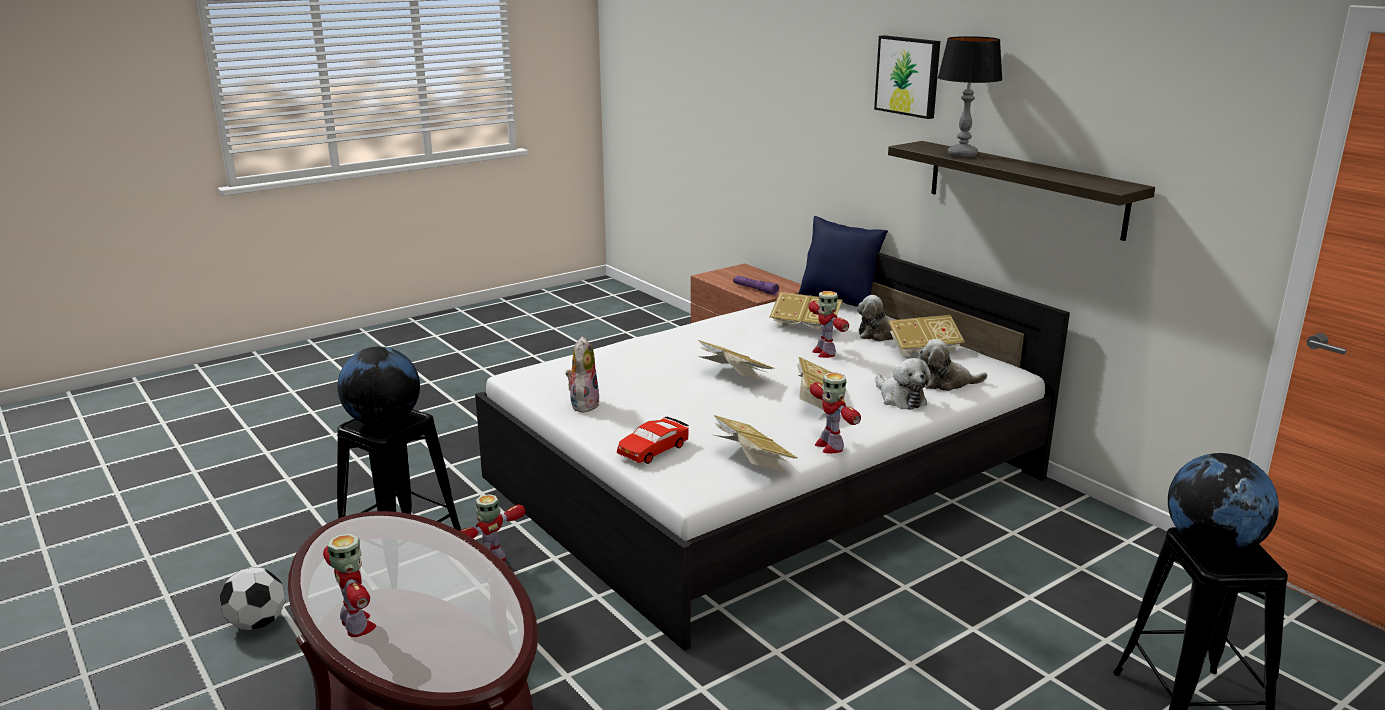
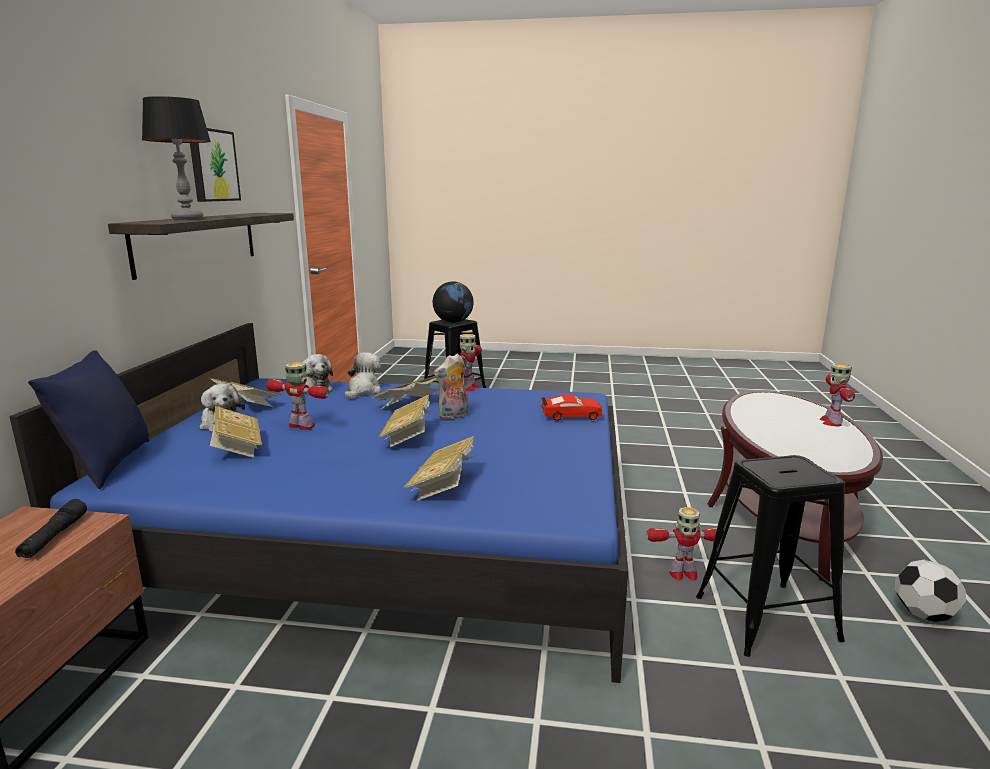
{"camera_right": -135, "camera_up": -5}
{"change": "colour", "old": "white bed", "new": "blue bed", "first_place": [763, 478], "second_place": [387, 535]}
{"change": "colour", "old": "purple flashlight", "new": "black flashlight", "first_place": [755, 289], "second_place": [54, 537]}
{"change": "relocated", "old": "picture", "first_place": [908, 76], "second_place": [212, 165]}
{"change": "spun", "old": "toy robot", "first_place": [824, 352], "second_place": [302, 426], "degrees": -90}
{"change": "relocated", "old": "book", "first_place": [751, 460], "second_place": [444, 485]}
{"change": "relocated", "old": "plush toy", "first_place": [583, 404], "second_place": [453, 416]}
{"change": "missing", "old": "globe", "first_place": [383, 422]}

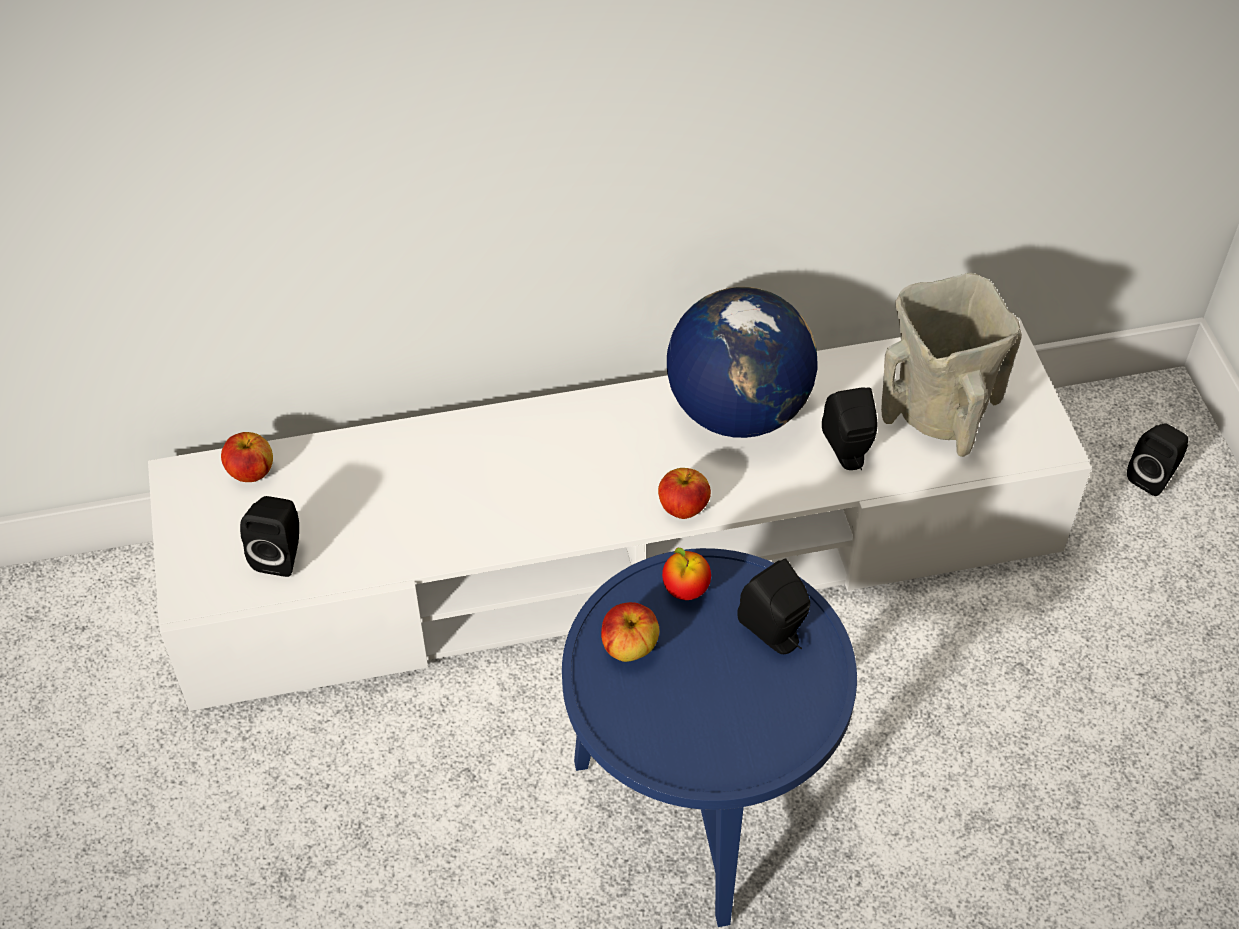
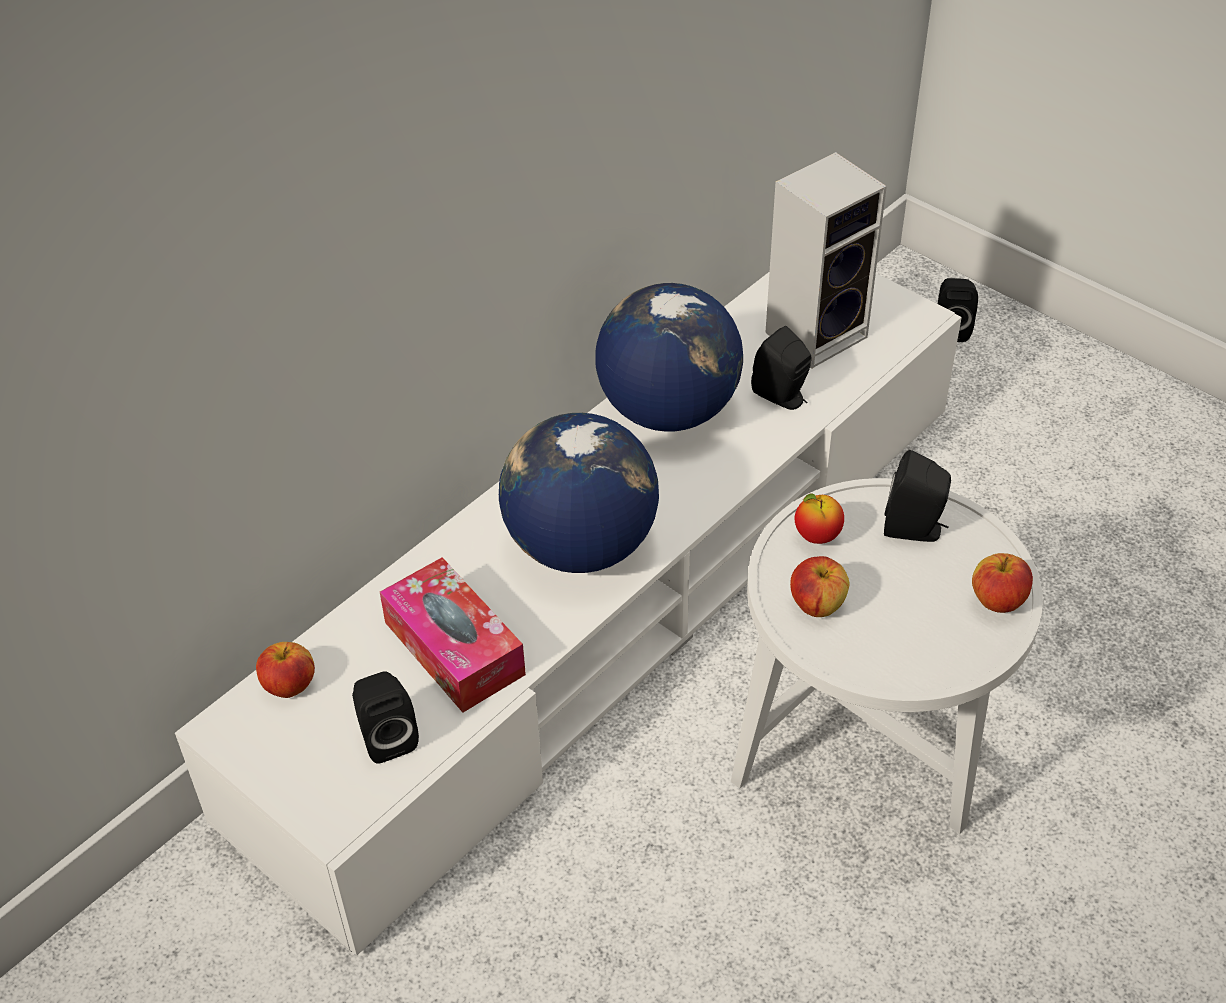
{"camera_right": -35, "camera_up": -5}
{"change": "appeared", "new": "tissue box", "second_place": [454, 648]}
{"change": "appeared", "new": "globe", "second_place": [580, 546]}
{"change": "colour", "old": "blue side table", "new": "white side table", "first_place": [698, 813], "second_place": [864, 759]}
{"change": "exchanged", "old": "beige vase", "new": "speaker", "first_place": [938, 410], "second_place": [817, 332]}
{"change": "relocated", "old": "apple", "first_place": [683, 507], "second_place": [998, 601]}

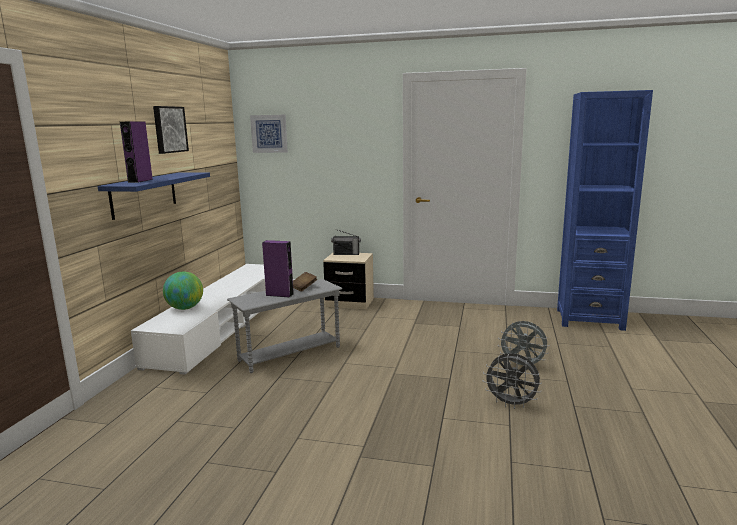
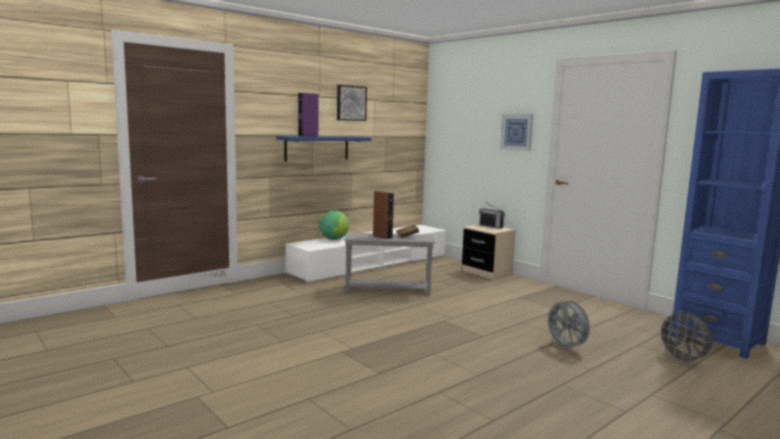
{"camera_right": 35, "camera_up": -5}
{"change": "colour", "old": "purple speaker", "new": "brown speaker", "first_place": [279, 295], "second_place": [382, 236]}
{"change": "relocated", "old": "picture", "first_place": [269, 133], "second_place": [516, 132]}
{"change": "relocated", "old": "grey fan", "first_place": [511, 404], "second_place": [683, 361]}

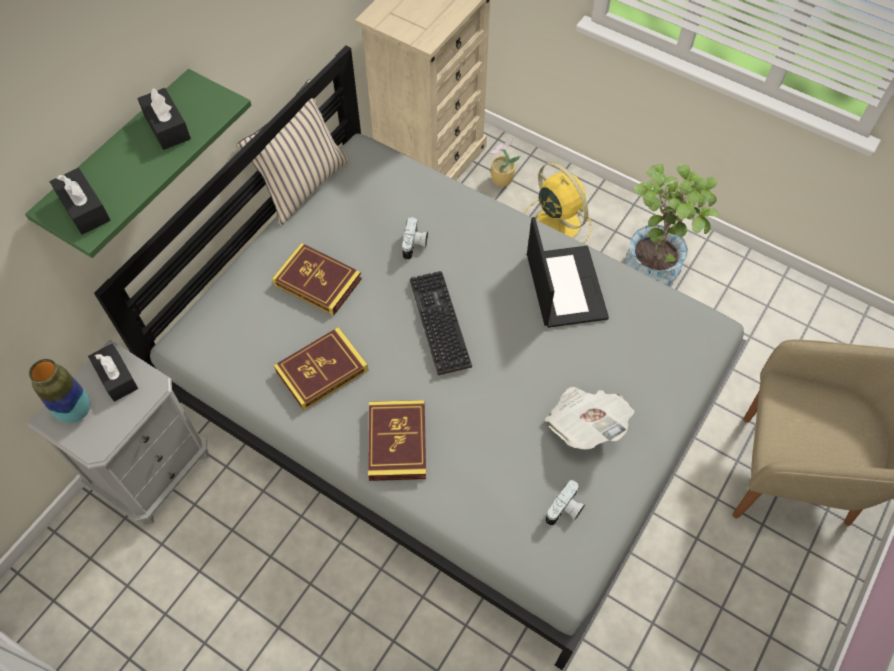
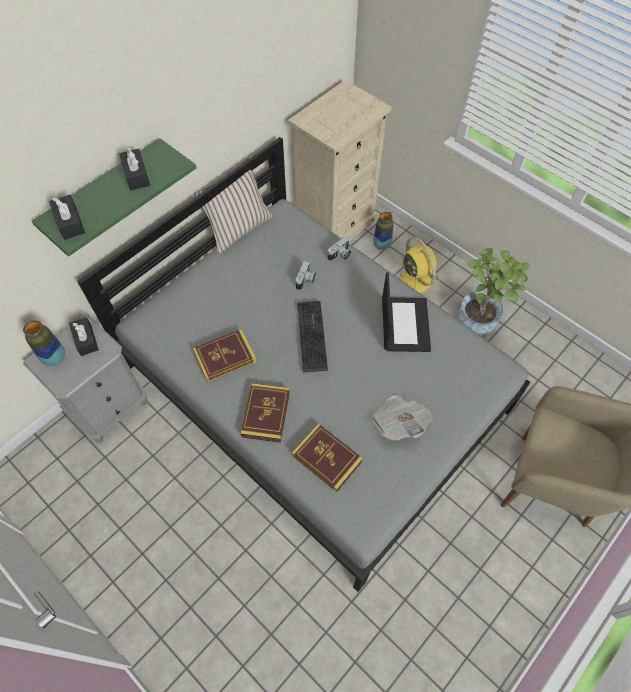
{"camera_right": 10, "camera_up": 0}
{"change": "relocated", "old": "book", "first_place": [318, 282], "second_place": [327, 458]}
{"change": "relocated", "old": "photo camera", "first_place": [565, 510], "second_place": [340, 255]}
{"change": "exchanged", "old": "potted plant", "new": "vase", "first_place": [501, 180], "second_place": [381, 245]}

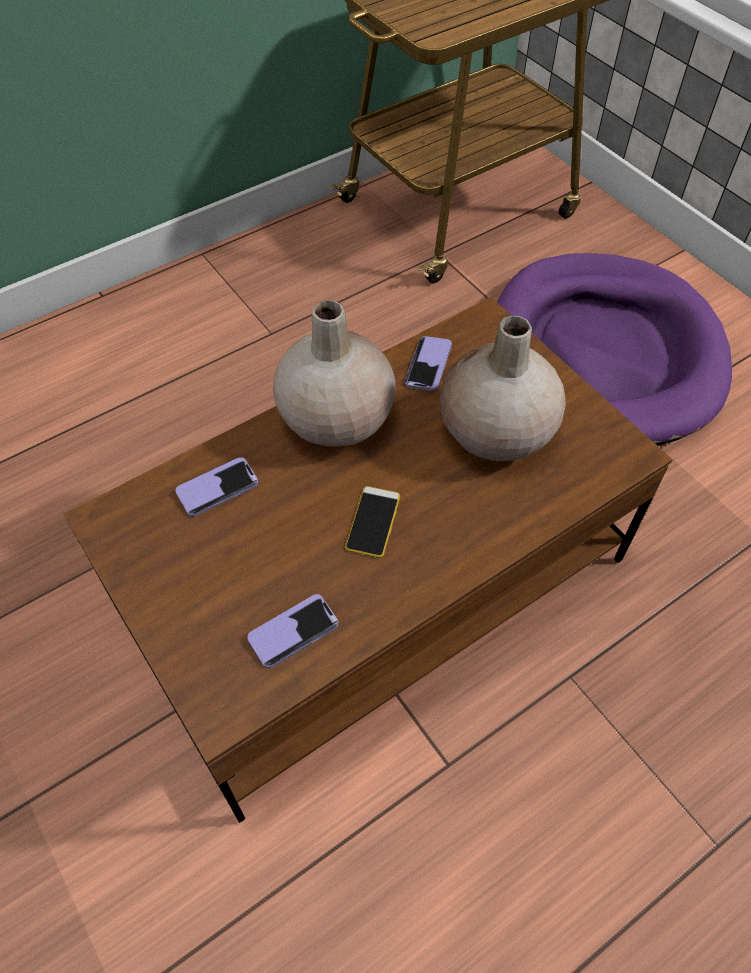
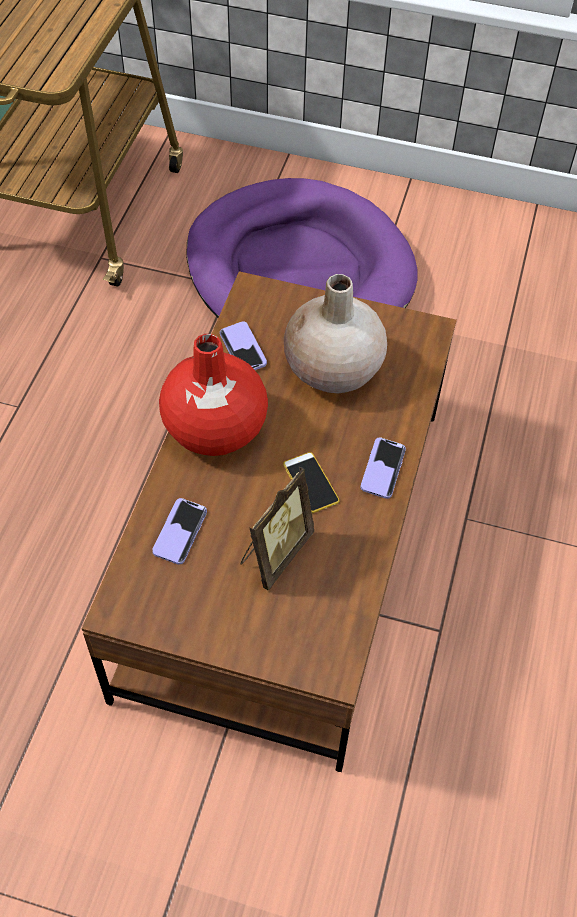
{"camera_right": -40, "camera_up": 0}
{"change": "colour", "old": "beige vase", "new": "red vase", "first_place": [334, 418], "second_place": [214, 429]}
{"change": "appeared", "new": "picture frame", "second_place": [274, 553]}
{"change": "relocated", "old": "phone", "first_place": [293, 632], "second_place": [383, 469]}

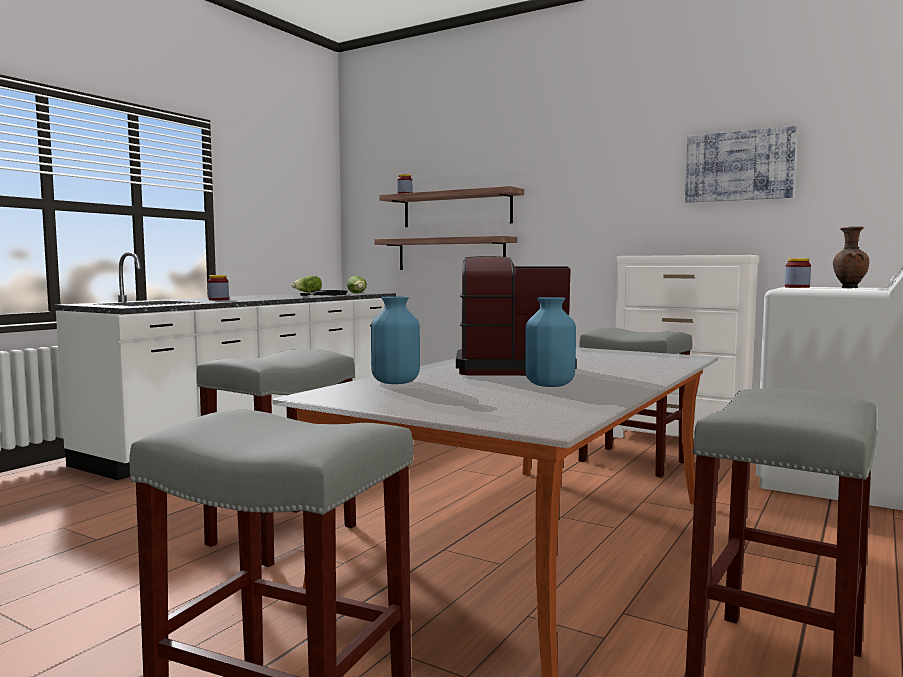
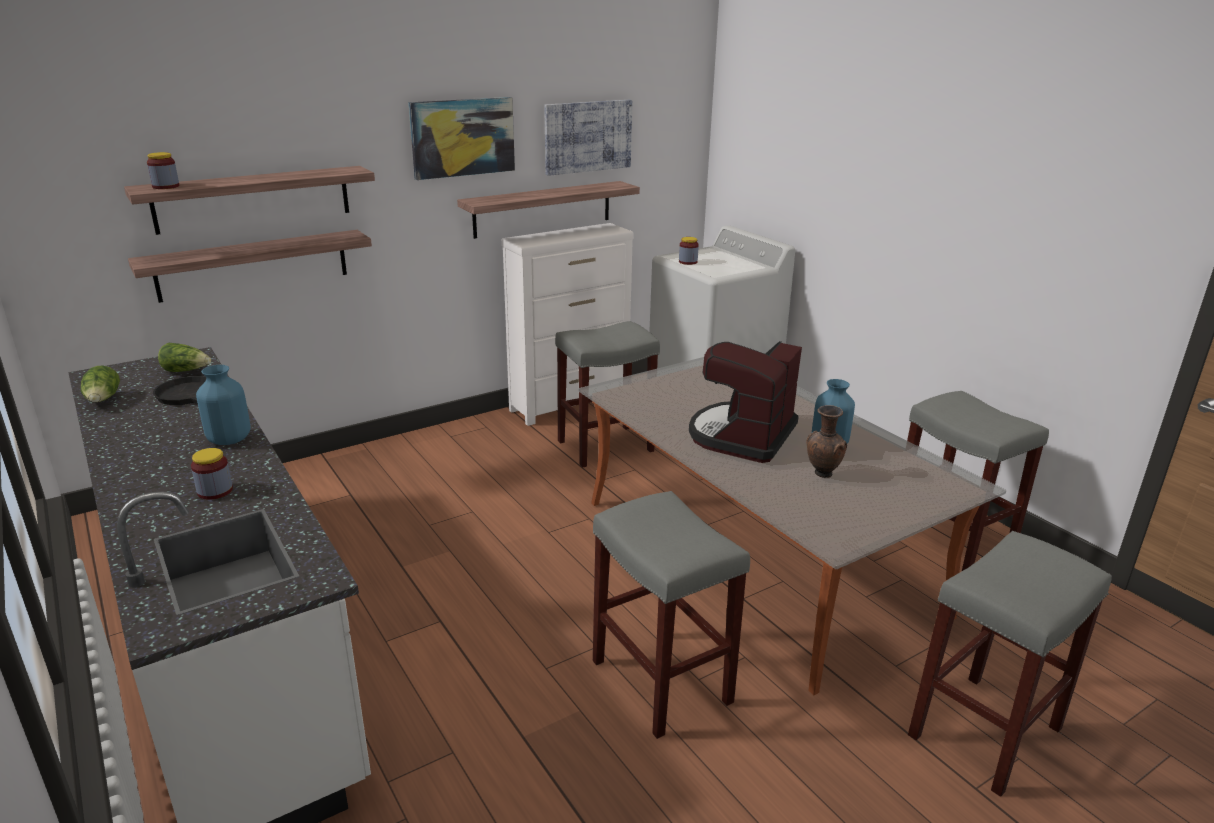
{"camera_right": -65, "camera_up": 20}
{"change": "relocated", "old": "blue vase", "first_place": [396, 382], "second_place": [230, 439]}
{"change": "appeared", "new": "picture", "second_place": [462, 137]}
{"change": "appeared", "new": "shelf", "second_place": [543, 209]}
{"change": "relocated", "old": "brown vase", "first_place": [848, 288], "second_place": [821, 474]}

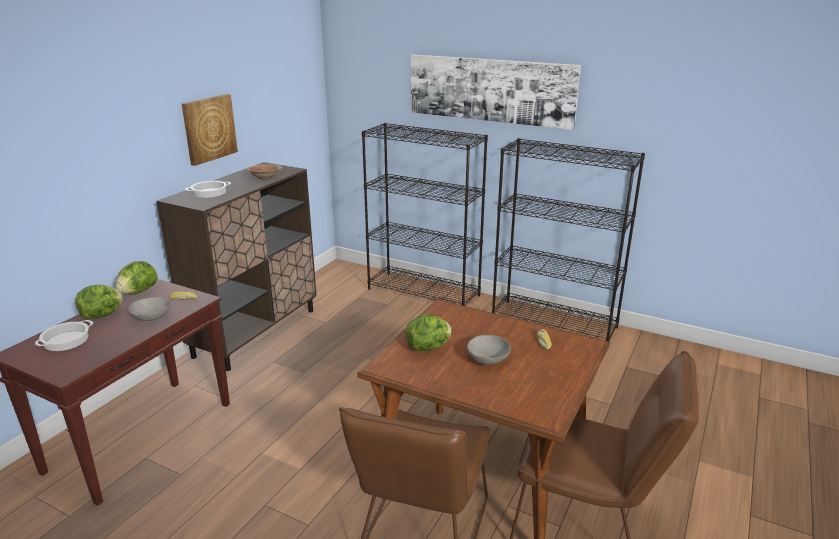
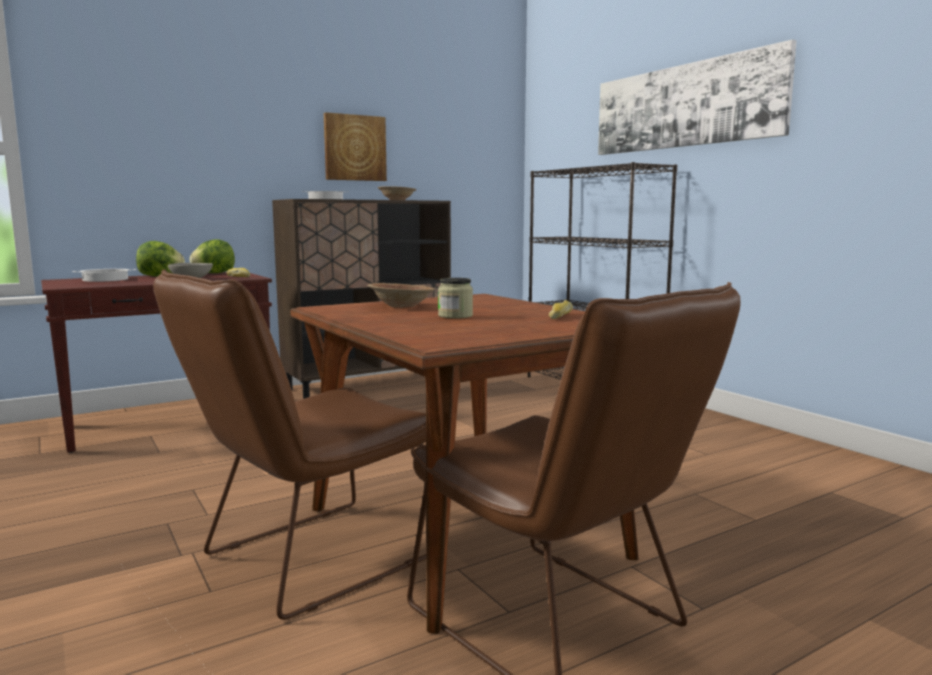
{"camera_right": 30, "camera_up": -15}
{"change": "exchanged", "old": "lettuce", "new": "brown bowl", "first_place": [428, 347], "second_place": [401, 306]}
{"change": "exchanged", "old": "grey bowl", "new": "jar", "first_place": [488, 359], "second_place": [455, 316]}
{"change": "missing", "old": "black bookcase", "first_place": [554, 323]}

